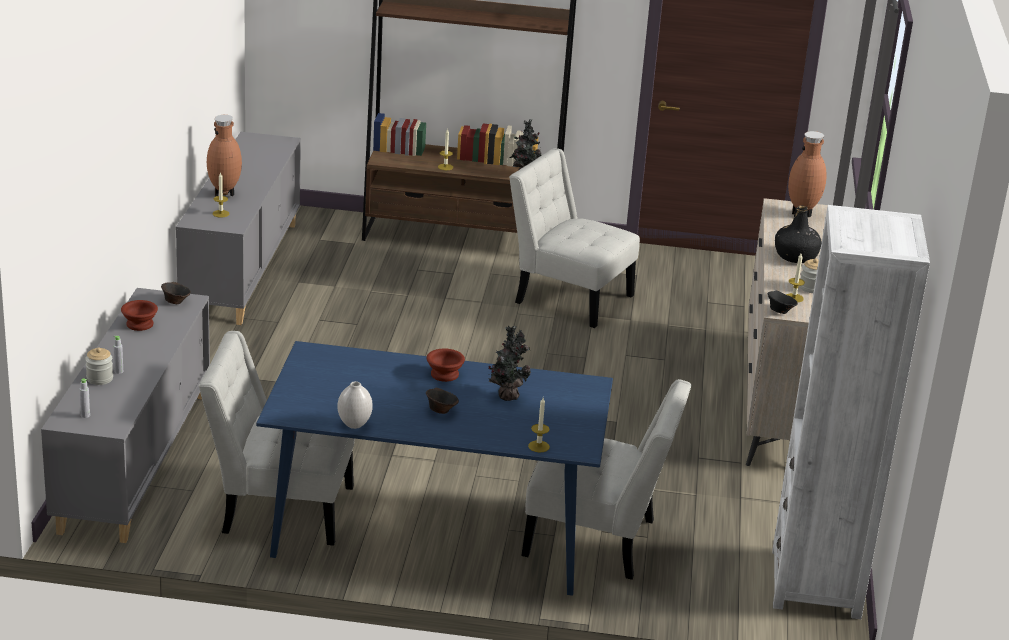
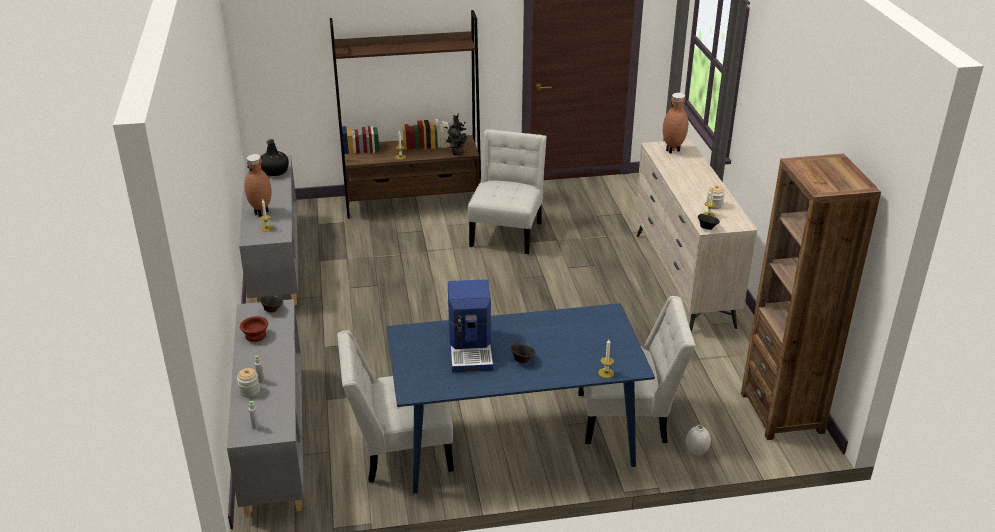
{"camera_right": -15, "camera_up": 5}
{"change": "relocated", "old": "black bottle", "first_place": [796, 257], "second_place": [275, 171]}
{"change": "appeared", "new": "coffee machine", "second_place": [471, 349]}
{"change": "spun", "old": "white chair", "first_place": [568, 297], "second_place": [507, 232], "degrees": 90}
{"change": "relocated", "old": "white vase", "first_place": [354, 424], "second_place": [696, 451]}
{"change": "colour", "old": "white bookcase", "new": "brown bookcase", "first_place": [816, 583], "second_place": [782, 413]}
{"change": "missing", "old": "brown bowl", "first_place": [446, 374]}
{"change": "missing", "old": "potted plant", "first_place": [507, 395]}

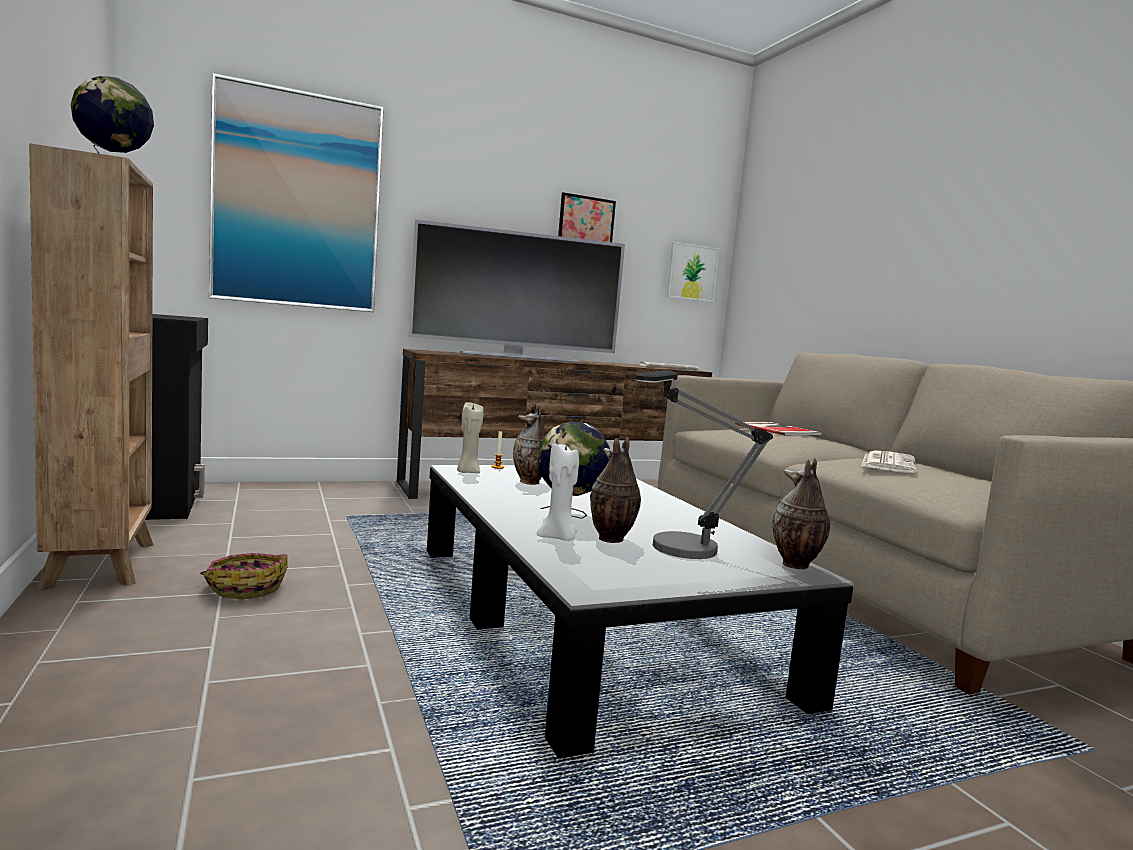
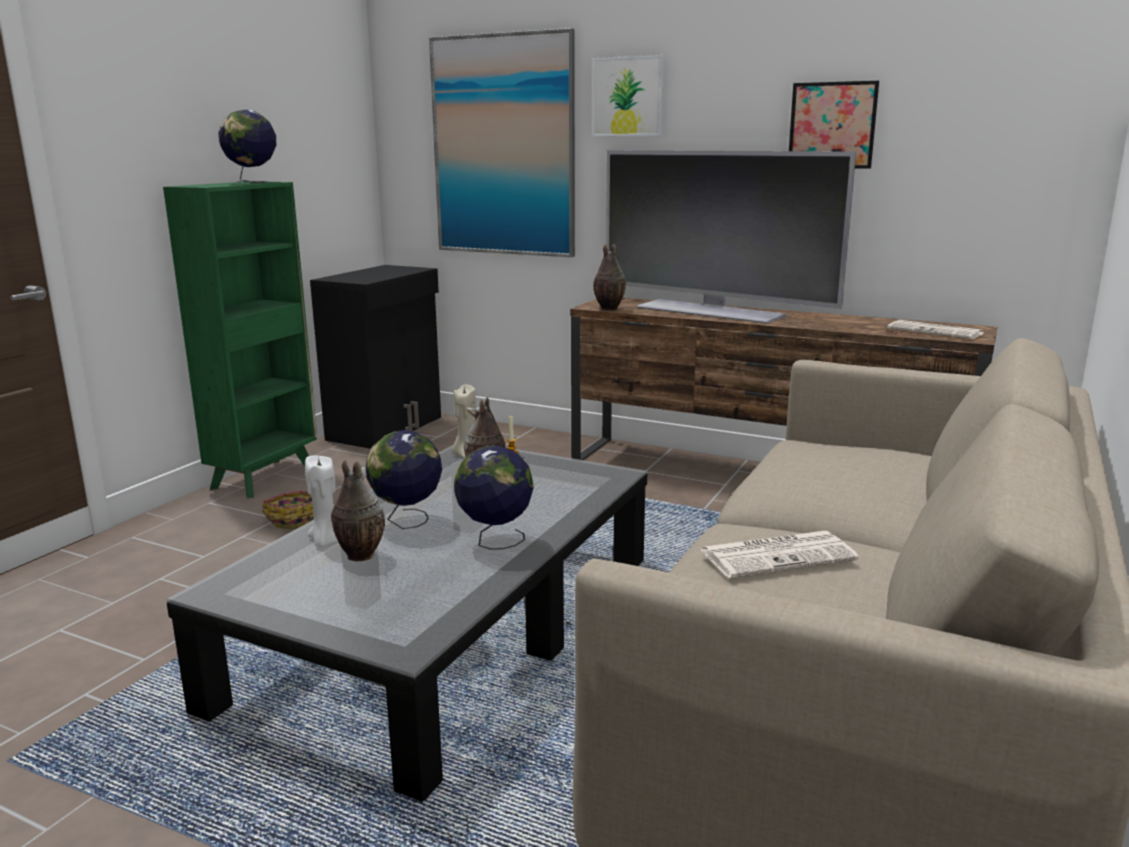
{"camera_right": 50, "camera_up": 10}
{"change": "colour", "old": "brown bookcase", "new": "green bookcase", "first_place": [102, 564], "second_place": [266, 477]}
{"change": "appeared", "new": "globe", "second_place": [495, 541]}
{"change": "relocated", "old": "picture", "first_place": [692, 272], "second_place": [628, 97]}
{"change": "relocated", "old": "vase", "first_place": [795, 565], "second_place": [608, 309]}
{"change": "missing", "old": "table lamp", "first_place": [676, 552]}
{"change": "missing", "old": "book", "first_place": [776, 429]}

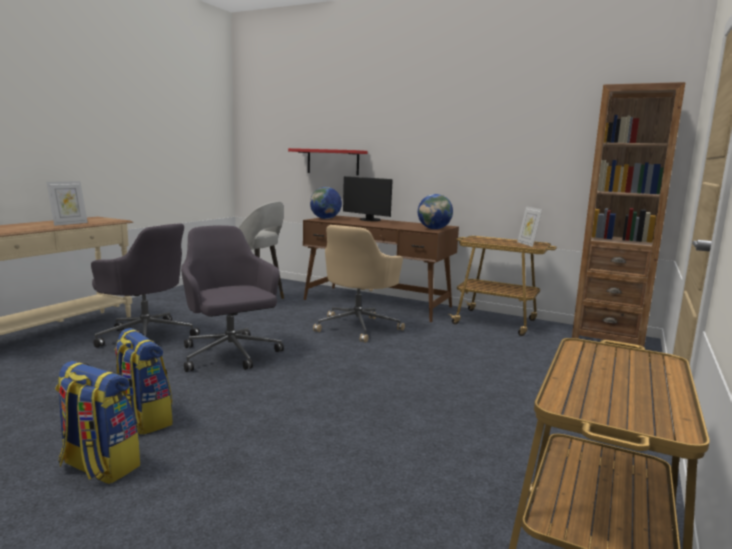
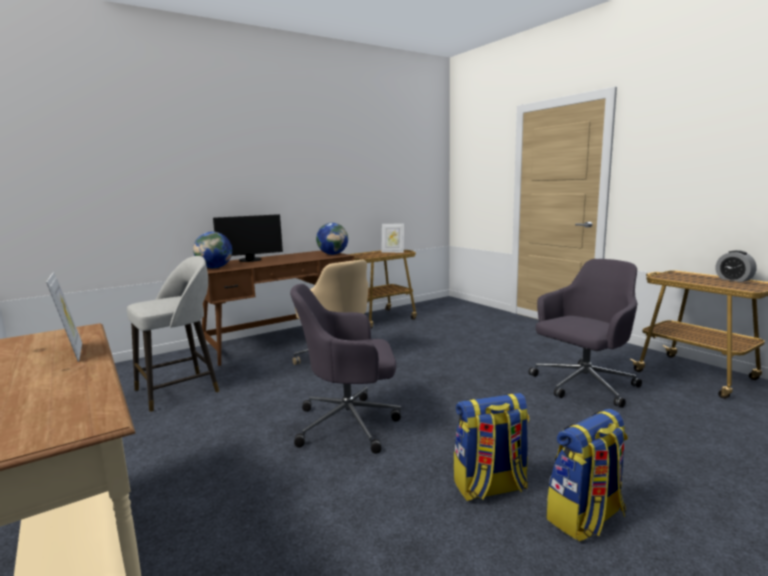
{"camera_right": -60, "camera_up": 0}
{"change": "relocated", "old": "grey office chair", "first_place": [146, 336], "second_place": [582, 385]}
{"change": "appeared", "new": "alarm clock", "second_place": [733, 279]}
{"change": "missing", "old": "red shelf", "first_place": [333, 162]}
{"change": "missing", "old": "brown bookcase", "first_place": [607, 339]}

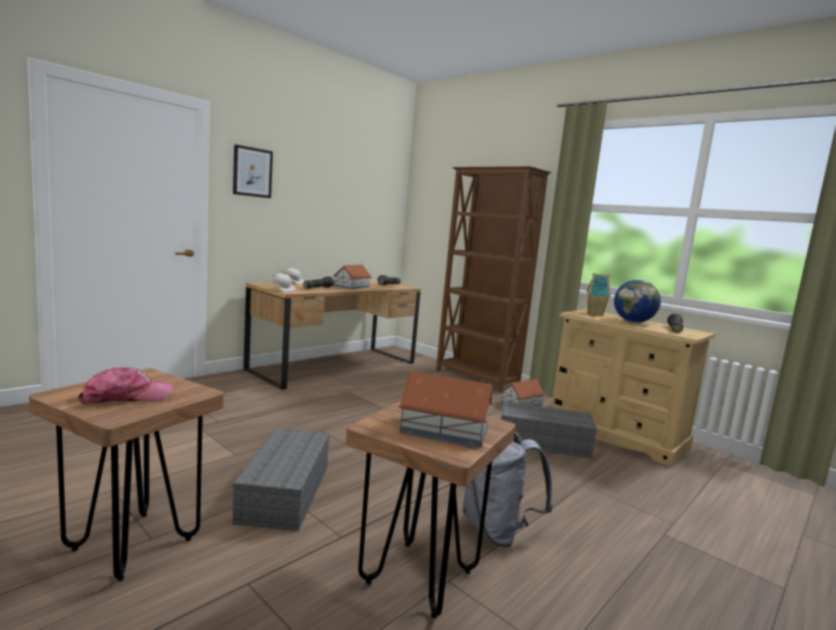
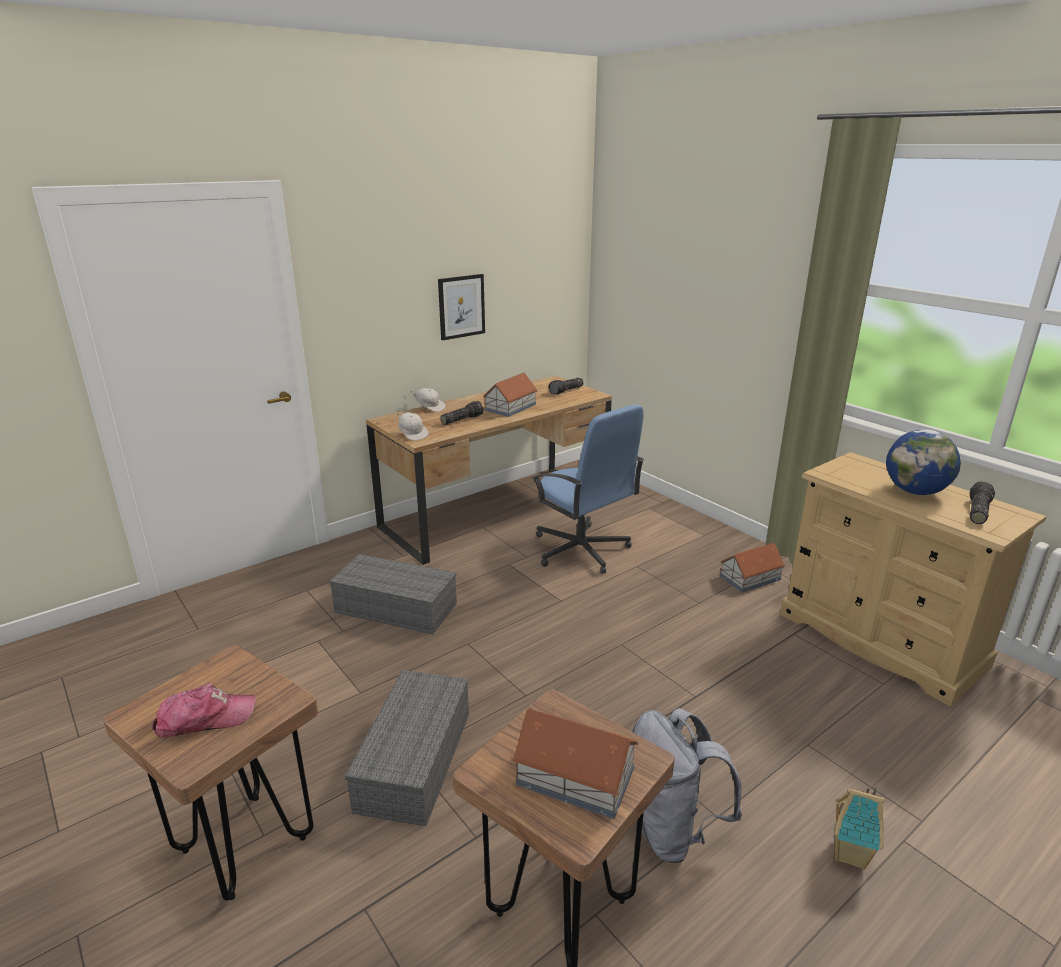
{"camera_right": 10, "camera_up": 15}
{"change": "relocated", "old": "grey storage box", "first_place": [542, 442], "second_place": [394, 608]}
{"change": "relocated", "old": "picture", "first_place": [252, 172], "second_place": [461, 306]}
{"change": "appeared", "new": "blue office chair", "second_place": [581, 550]}
{"change": "relocated", "old": "toy house", "first_place": [595, 314], "second_place": [851, 855]}
{"change": "missing", "old": "brown bookcase", "first_place": [476, 379]}

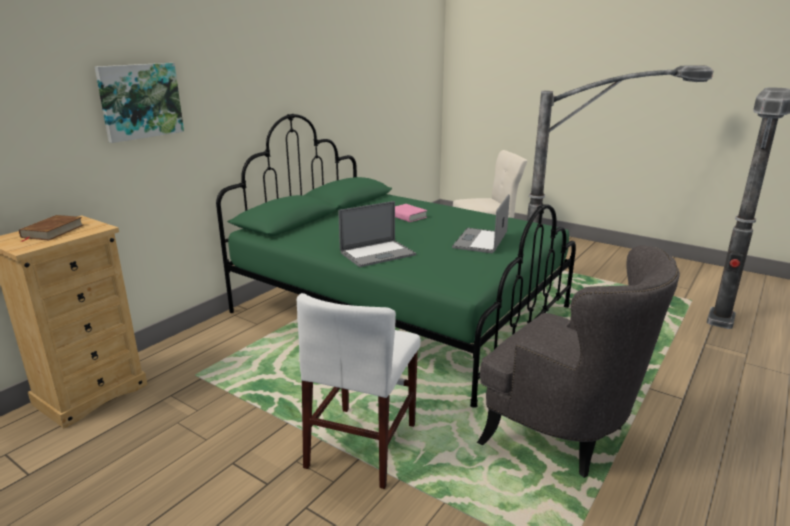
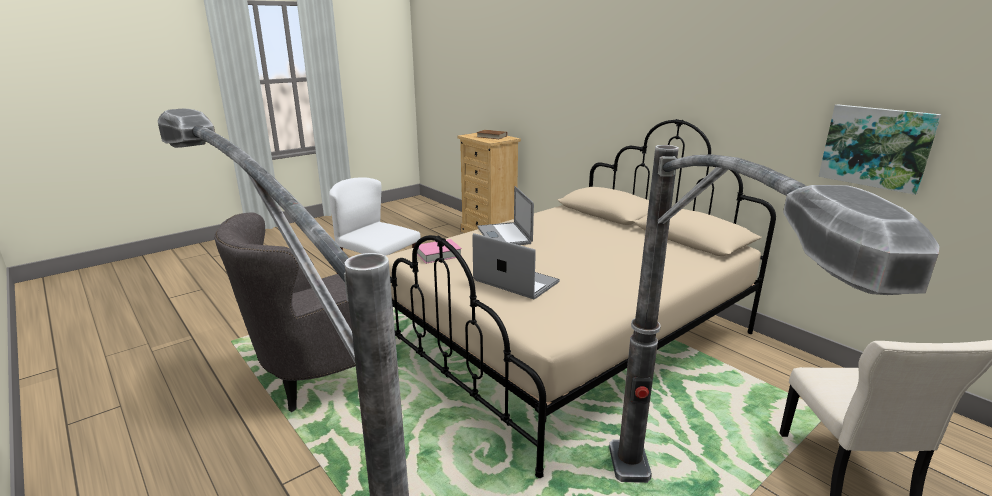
{"camera_right": 105, "camera_up": 0}
{"change": "colour", "old": "green bed", "new": "beige bed", "first_place": [400, 310], "second_place": [570, 339]}
{"change": "relocated", "old": "pink book", "first_place": [407, 216], "second_place": [438, 254]}
{"change": "relocated", "old": "picture", "first_place": [140, 101], "second_place": [876, 147]}

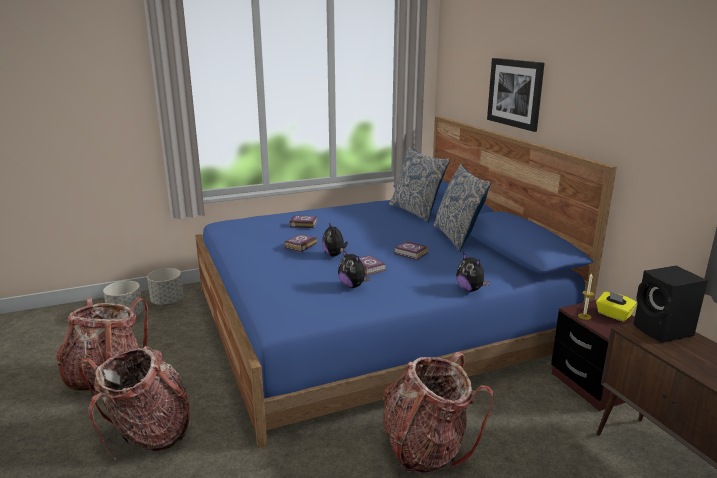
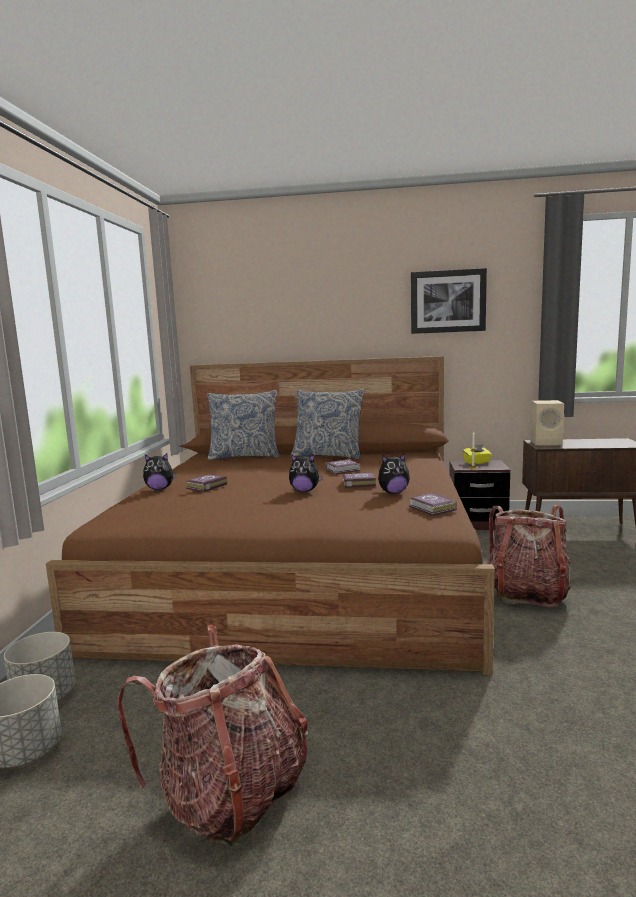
{"camera_right": -60, "camera_up": -10}
{"change": "colour", "old": "blue bed", "new": "brown bed", "first_place": [372, 321], "second_place": [301, 569]}
{"change": "relocated", "old": "plush toy", "first_place": [470, 289], "second_place": [160, 489]}
{"change": "relocated", "old": "book", "first_place": [299, 245], "second_place": [432, 508]}
{"change": "relocated", "old": "picture", "first_place": [515, 93], "second_place": [448, 301]}
{"change": "colour", "old": "black speaker", "new": "beige speaker", "first_place": [664, 331], "second_place": [547, 443]}
{"change": "missing", "old": "backpack", "first_place": [147, 435]}

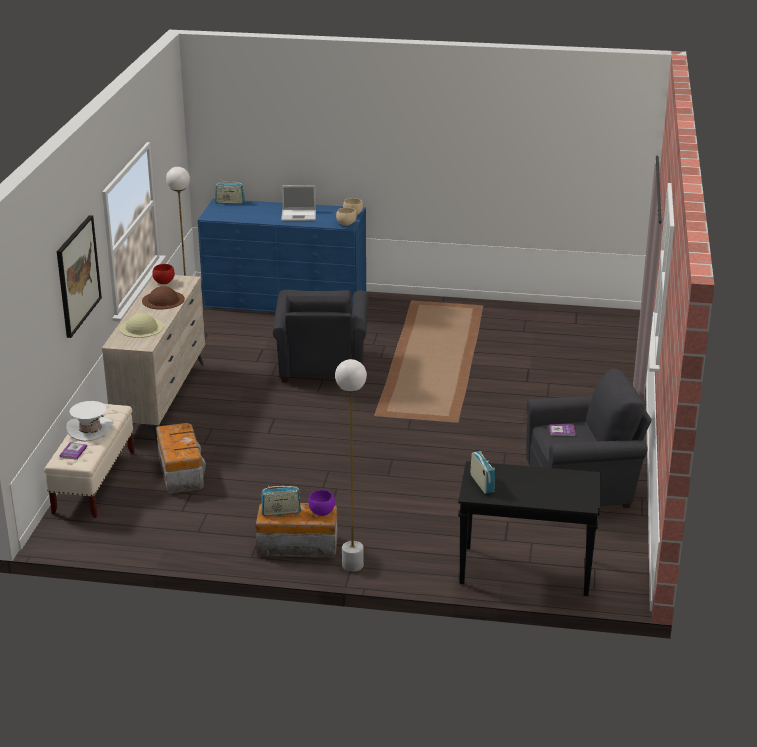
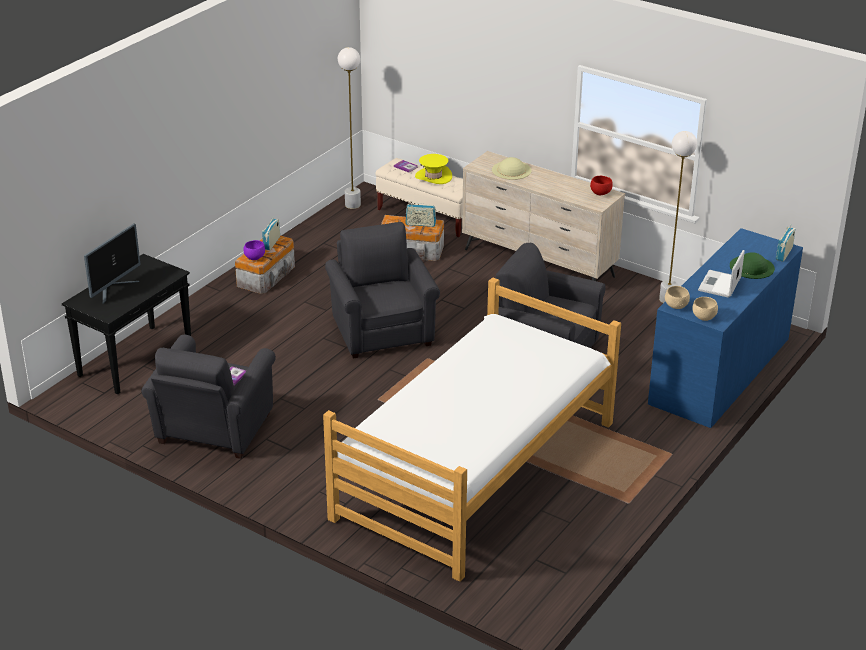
{"camera_right": 115, "camera_up": 5}
{"change": "appeared", "new": "monitor", "second_place": [114, 289]}
{"change": "appeared", "new": "bed", "second_place": [475, 470]}
{"change": "appeared", "new": "grey armchair", "second_place": [382, 330]}
{"change": "relocated", "old": "white floor lamp", "first_place": [352, 565], "second_place": [352, 205]}
{"change": "relocated", "old": "radio", "first_place": [482, 483], "second_place": [420, 224]}
{"change": "colour", "old": "white hat", "new": "yellow hat", "first_place": [90, 429], "second_place": [433, 177]}
{"change": "appeared", "new": "green hat", "second_place": [752, 267]}
{"change": "missing", "old": "picture", "first_place": [77, 275]}
{"change": "missing", "old": "brown hat", "first_place": [163, 300]}

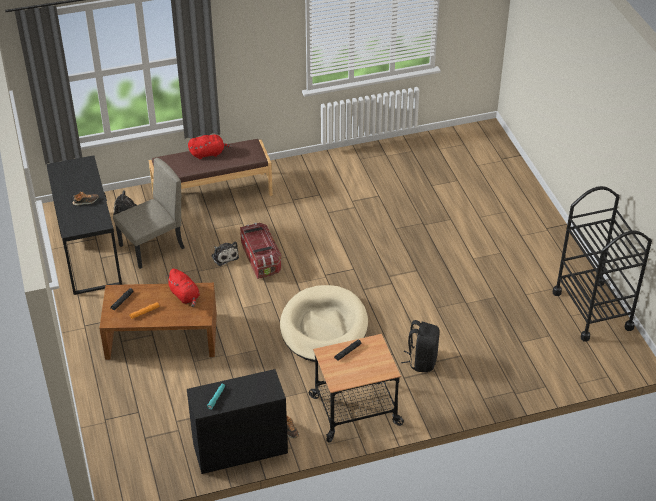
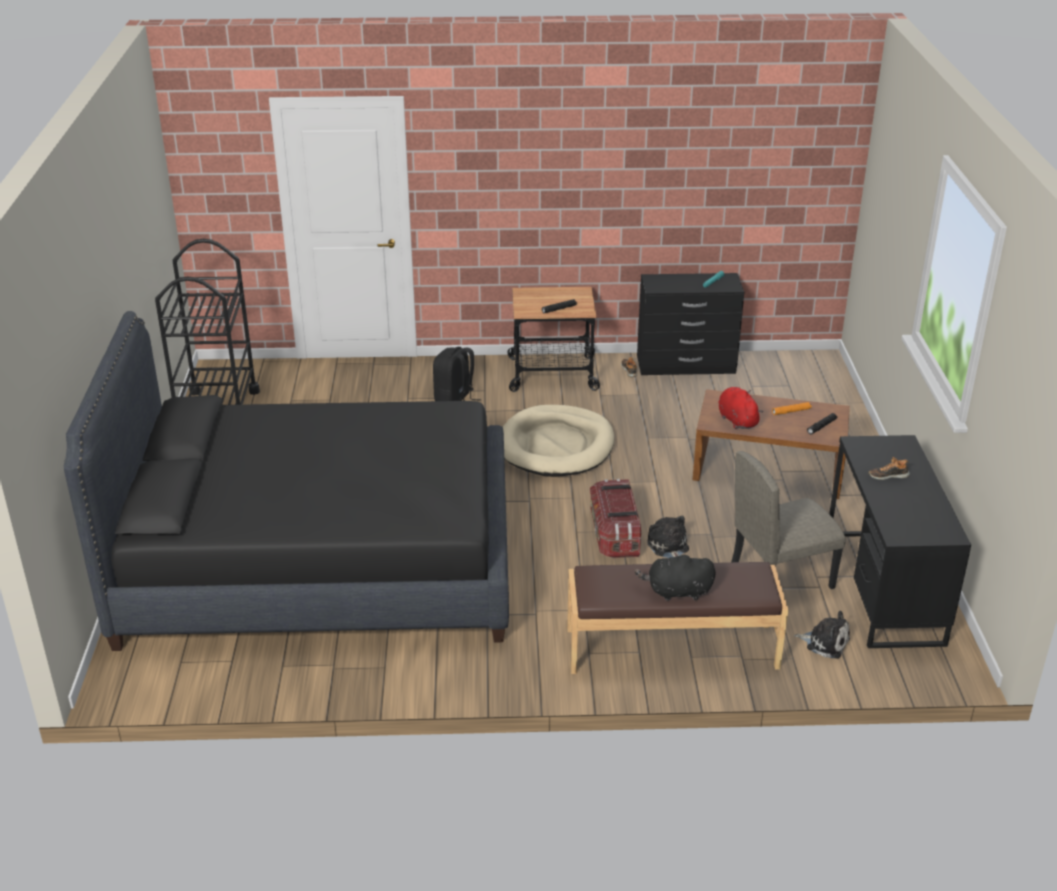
{"camera_right": -165, "camera_up": -10}
{"change": "appeared", "new": "black bed", "second_place": [319, 561]}
{"change": "colour", "old": "red plush toy", "new": "black plush toy", "first_place": [208, 153], "second_place": [676, 592]}

